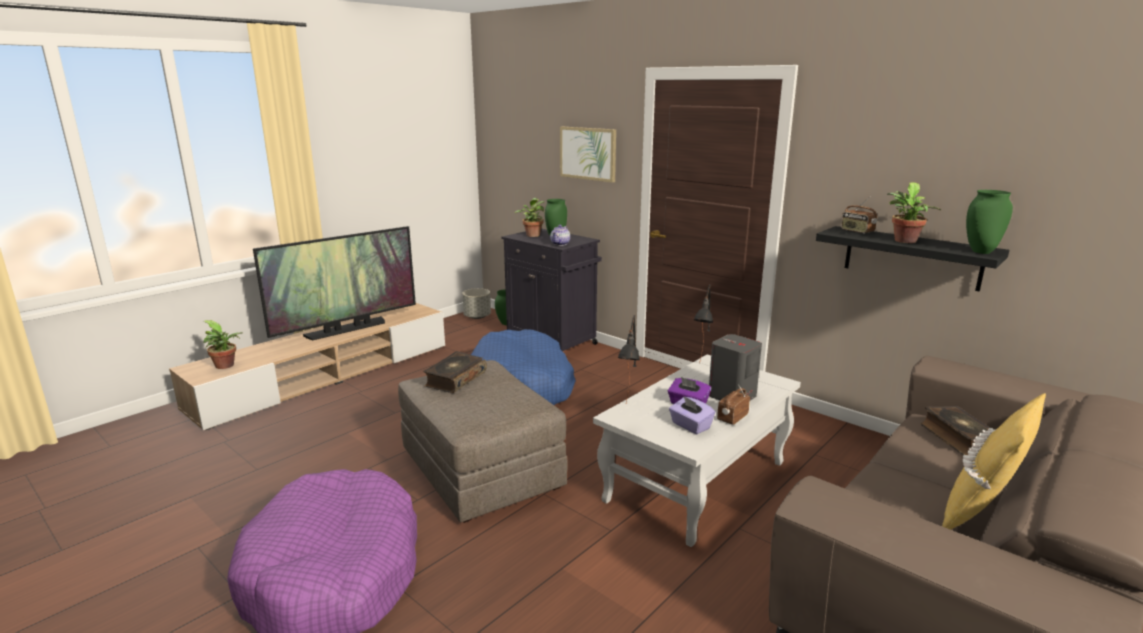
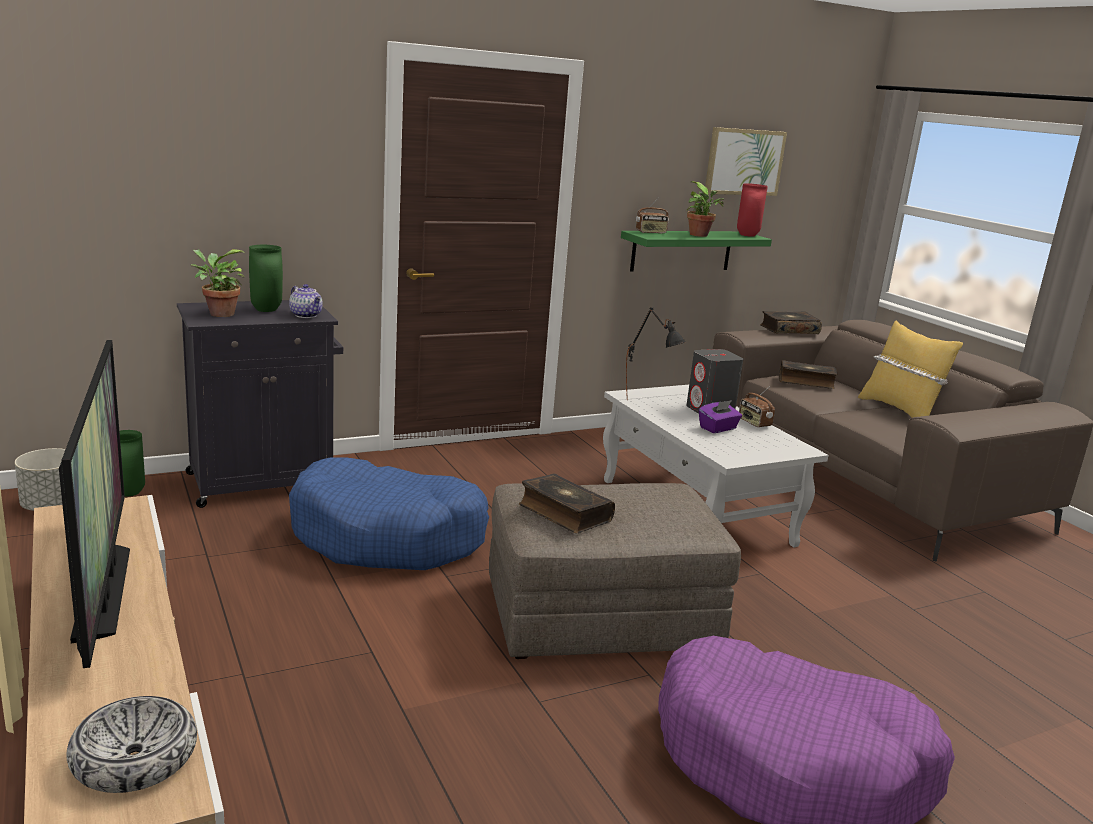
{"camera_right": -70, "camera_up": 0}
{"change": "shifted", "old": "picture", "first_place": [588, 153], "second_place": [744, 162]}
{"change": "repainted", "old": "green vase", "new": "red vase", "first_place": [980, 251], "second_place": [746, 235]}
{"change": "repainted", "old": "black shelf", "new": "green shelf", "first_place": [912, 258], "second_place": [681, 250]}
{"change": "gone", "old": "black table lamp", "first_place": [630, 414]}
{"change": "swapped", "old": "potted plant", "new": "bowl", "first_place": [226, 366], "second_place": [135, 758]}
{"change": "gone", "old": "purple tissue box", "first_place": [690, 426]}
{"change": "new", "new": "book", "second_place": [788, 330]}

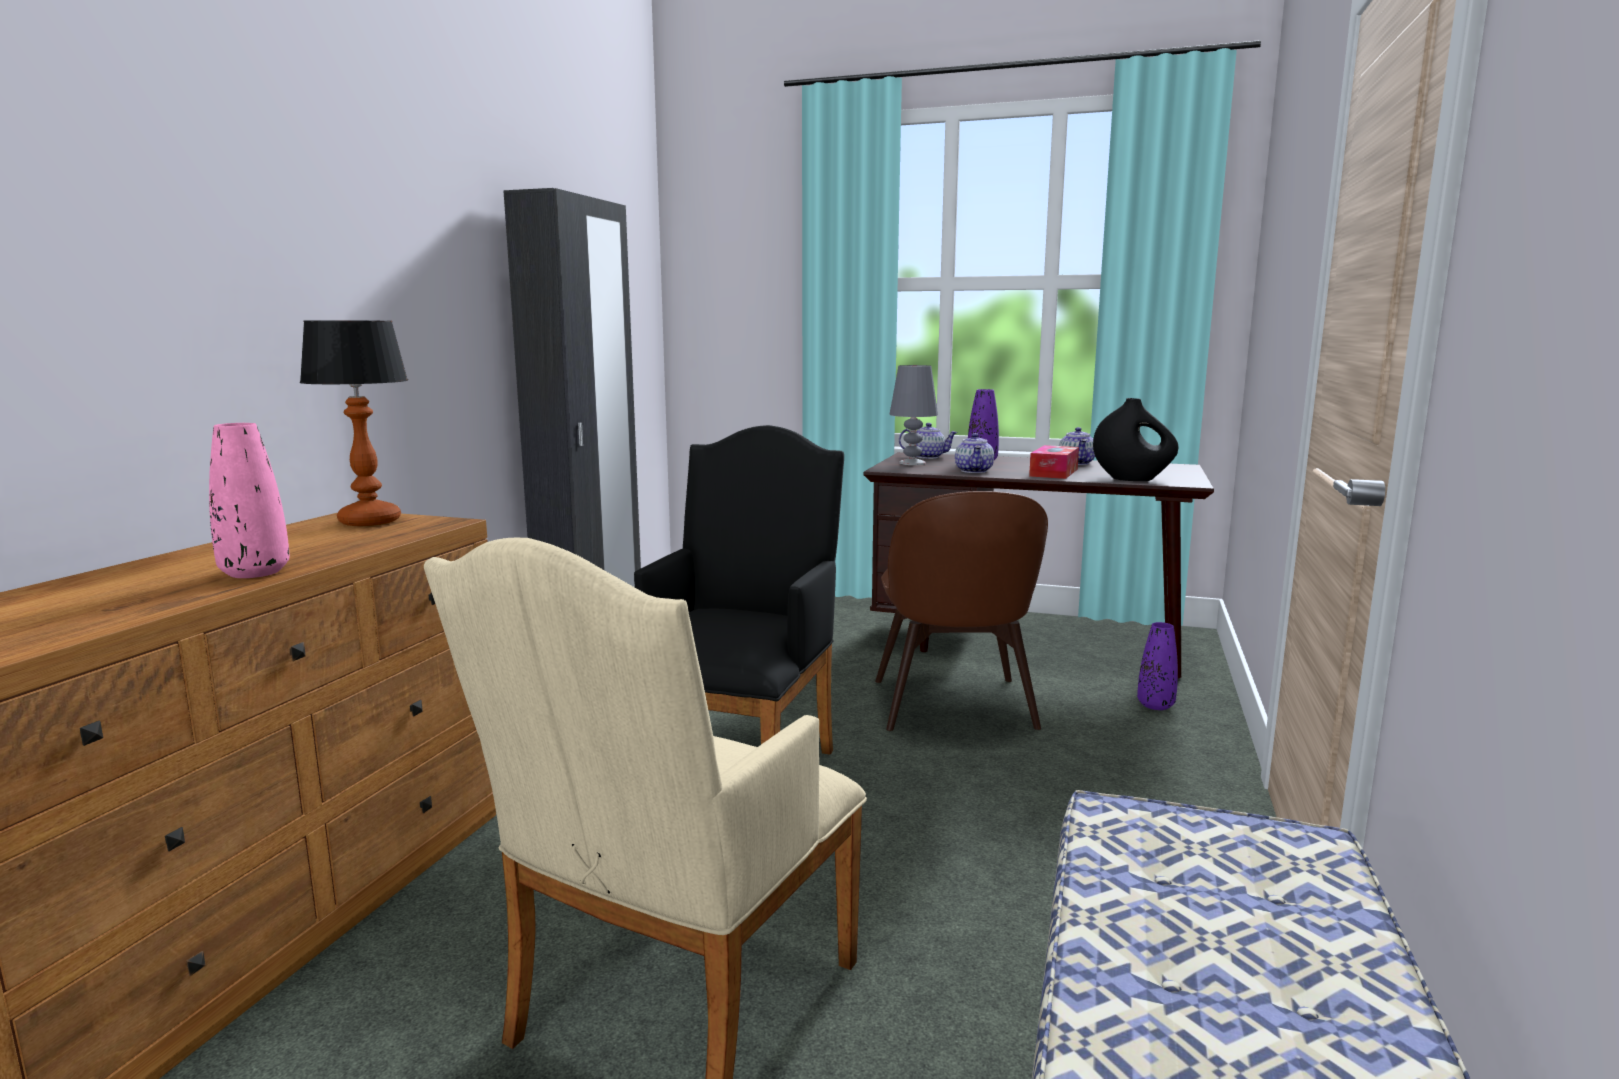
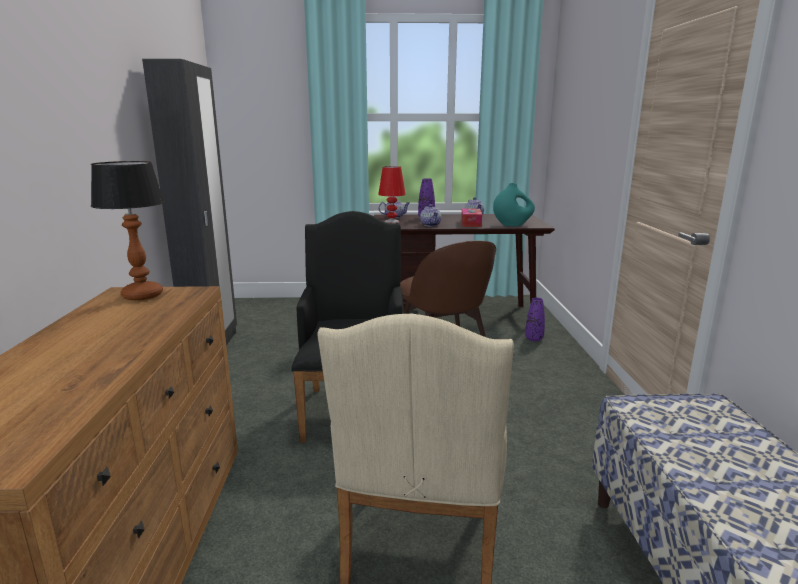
{"camera_right": -20, "camera_up": 5}
{"change": "repainted", "old": "grey table lamp", "new": "red table lamp", "first_place": [912, 463], "second_place": [392, 221]}
{"change": "repainted", "old": "black vase", "new": "turquoise vase", "first_place": [1132, 479], "second_place": [512, 225]}
{"change": "gone", "old": "pink vase", "first_place": [255, 573]}

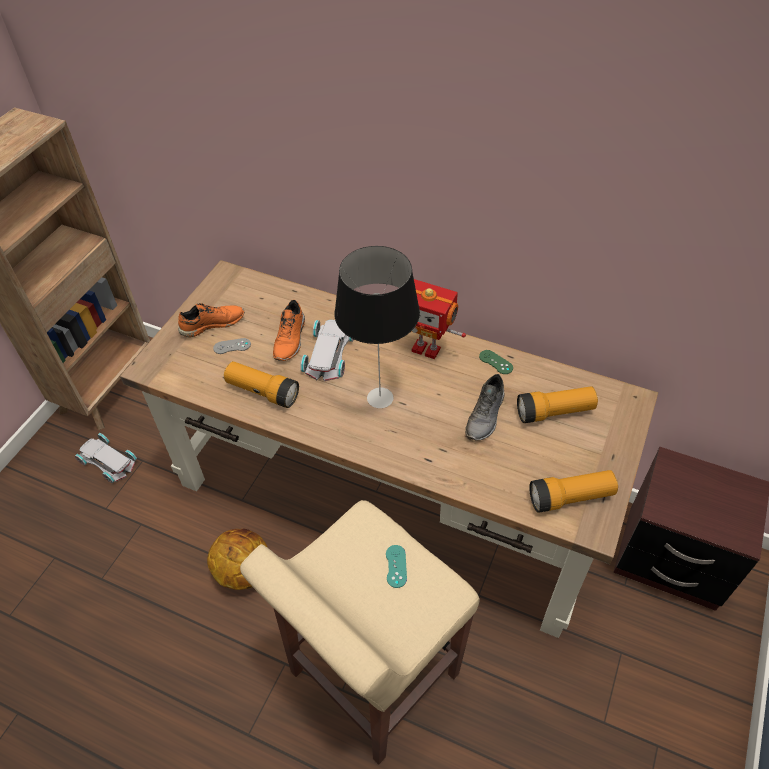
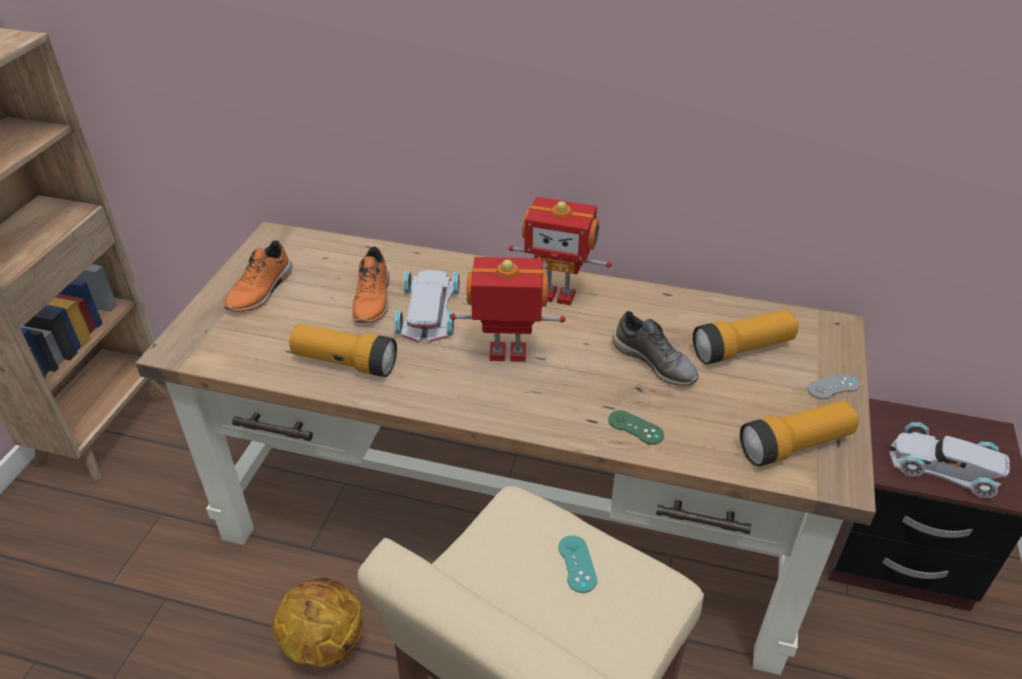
{"camera_right": -10, "camera_up": -10}
{"change": "swapped", "old": "table lamp", "new": "toy robot", "first_place": [379, 398], "second_place": [507, 355]}
{"change": "rotated", "old": "orange shoe", "first_place": [212, 324], "second_place": [262, 291], "degrees": 150}
{"change": "shifted", "old": "grey game controller", "first_place": [232, 346], "second_place": [833, 387]}
{"change": "shifted", "old": "green game controller", "first_place": [496, 362], "second_place": [635, 427]}
{"change": "rotated", "old": "grey shoe", "first_place": [486, 416], "second_place": [655, 362], "degrees": -60}
{"change": "shifted", "old": "white toy car", "first_place": [108, 460], "second_place": [944, 465]}

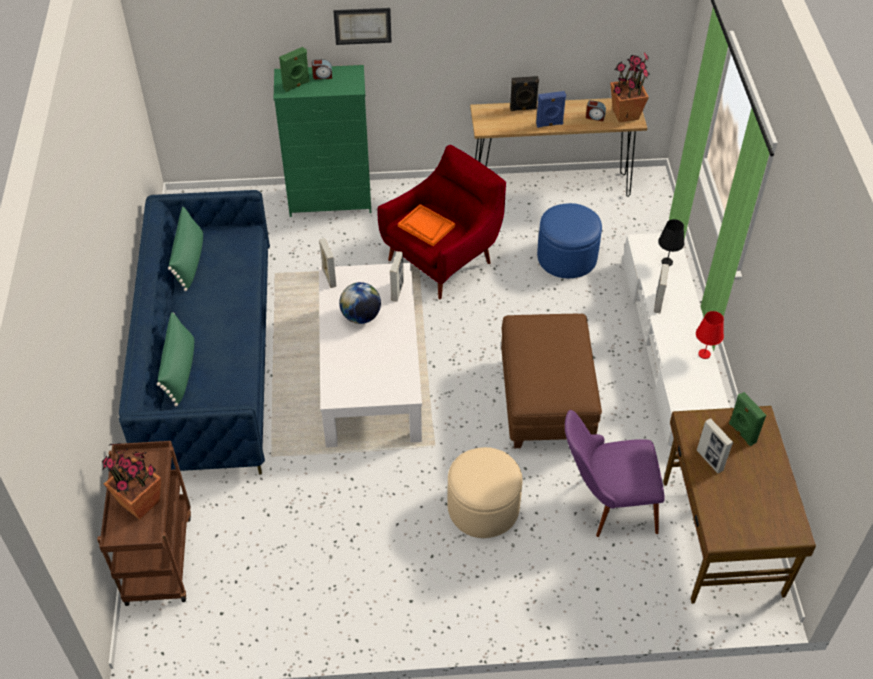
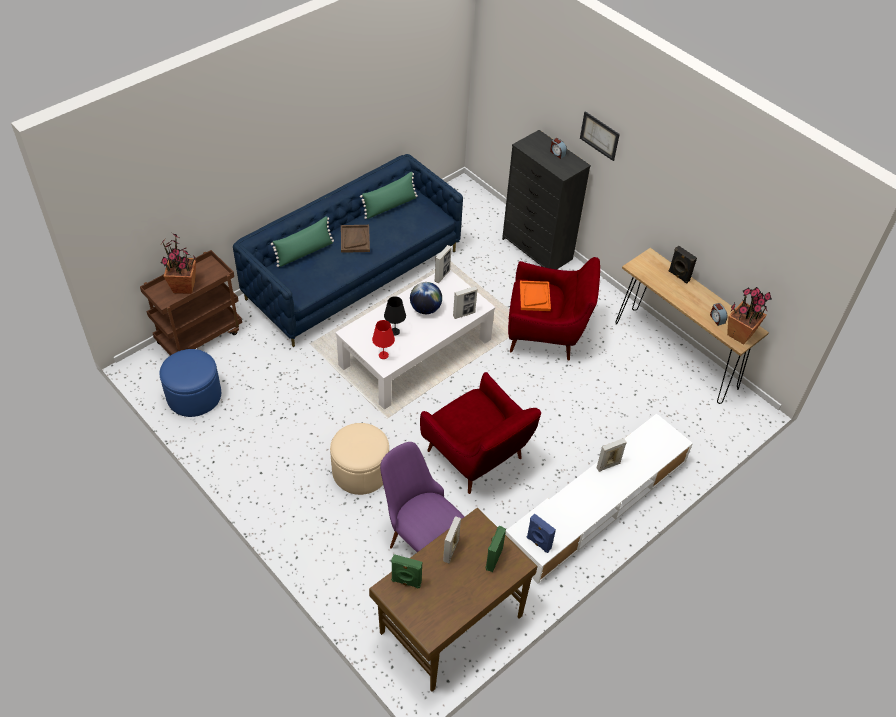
{"camera_right": 50, "camera_up": 0}
{"change": "shifted", "old": "green speaker", "first_place": [297, 85], "second_place": [406, 582]}
{"change": "repainted", "old": "green dresser", "new": "black dresser", "first_place": [331, 200], "second_place": [537, 249]}
{"change": "shifted", "old": "blue speaker", "first_place": [549, 124], "second_place": [538, 543]}
{"change": "shifted", "old": "blue ottoman", "first_place": [567, 257], "second_place": [194, 395]}
{"change": "shifted", "old": "black table lamp", "first_place": [666, 262], "second_place": [394, 331]}
{"change": "shifted", "old": "red table lamp", "first_place": [704, 354], "second_place": [383, 355]}
{"change": "swapped", "old": "brown ottoman", "new": "red armchair", "first_place": [546, 402], "second_place": [477, 458]}
{"change": "new", "new": "brown tray", "second_place": [355, 239]}

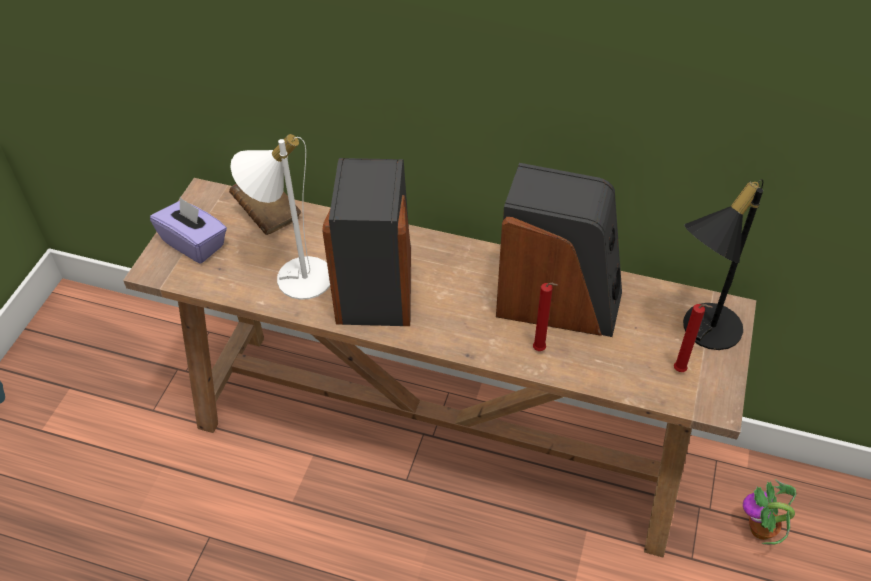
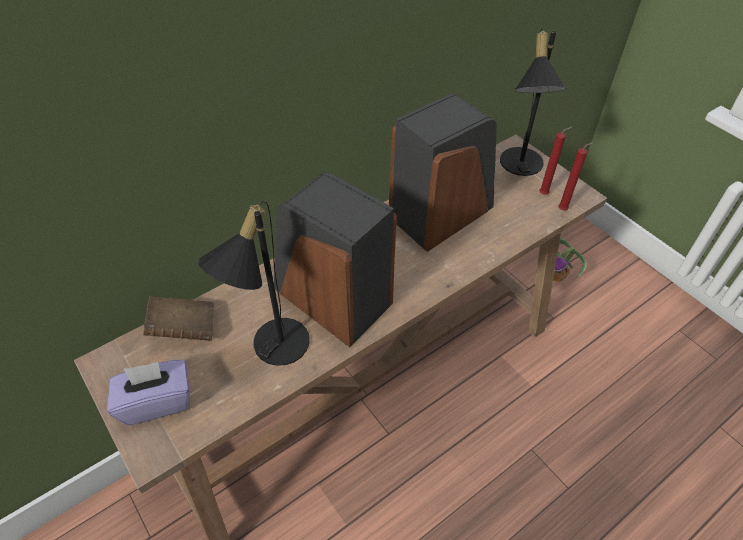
{"camera_right": -55, "camera_up": 0}
{"change": "repainted", "old": "white table lamp", "new": "black table lamp", "first_place": [294, 274], "second_place": [270, 346]}
{"change": "shifted", "old": "red candle", "first_place": [540, 350], "second_place": [564, 209]}

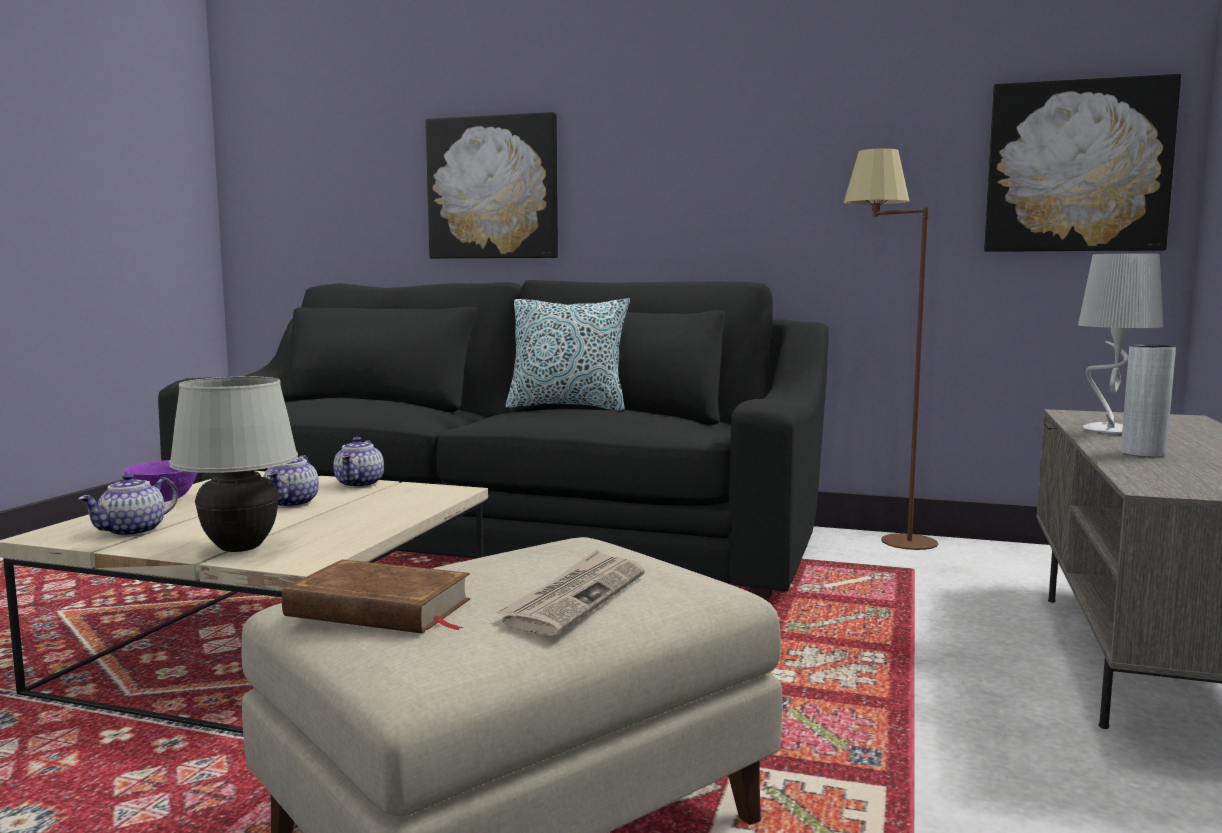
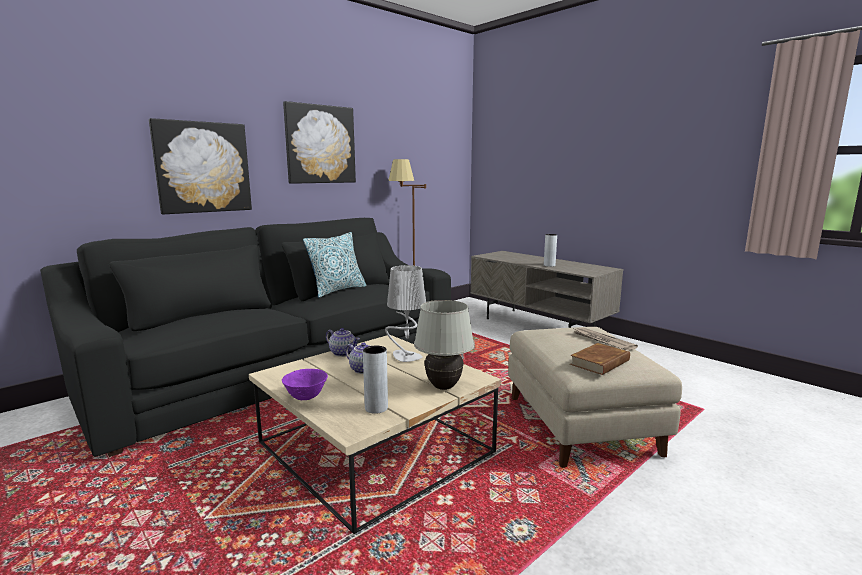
{"camera_right": -60, "camera_up": 5}
{"change": "shifted", "old": "picture", "first_place": [1077, 167], "second_place": [320, 144]}
{"change": "shifted", "old": "grey table lamp", "first_place": [1108, 430], "second_place": [405, 357]}
{"change": "swapped", "old": "teapot", "new": "grey vase", "first_place": [133, 532], "second_place": [376, 408]}

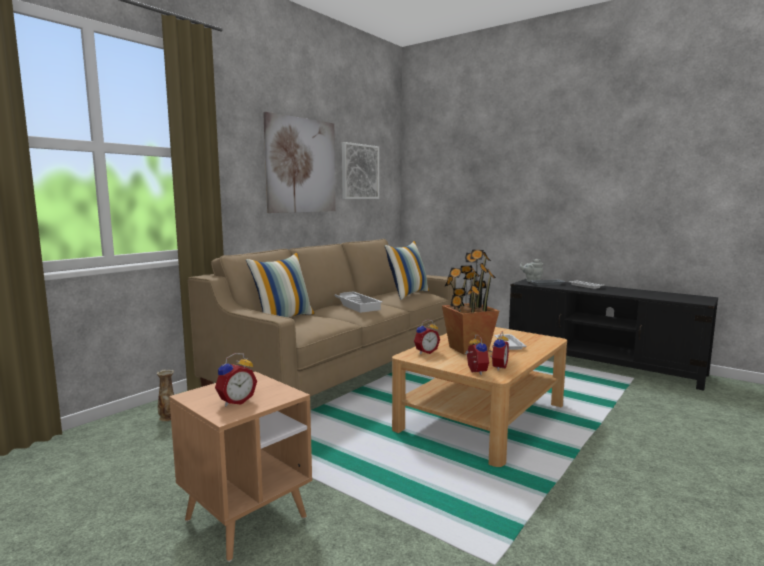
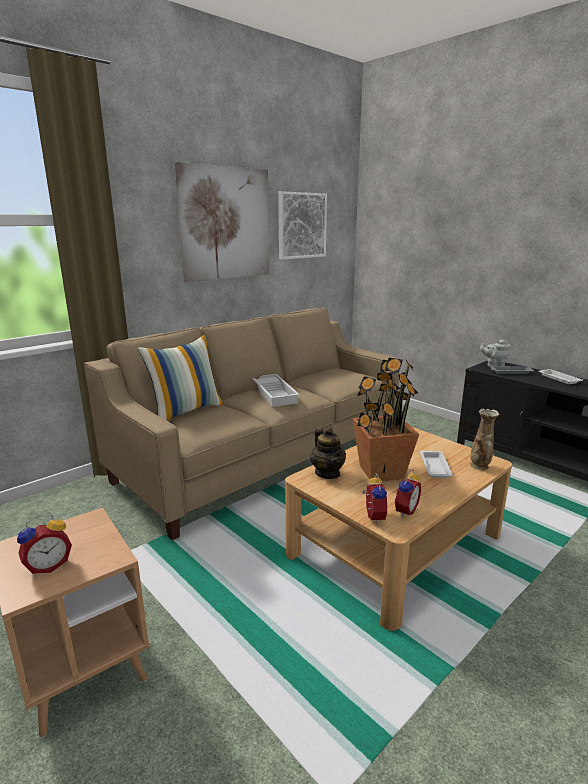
{"camera_right": 10, "camera_up": 10}
{"change": "gone", "old": "pillow", "first_place": [408, 294]}
{"change": "swapped", "old": "alarm clock", "new": "teapot", "first_place": [425, 352], "second_place": [327, 473]}
{"change": "shifted", "old": "vase", "first_place": [167, 418], "second_place": [480, 466]}

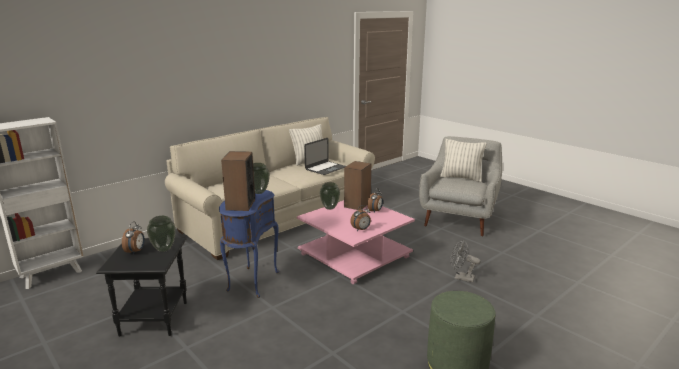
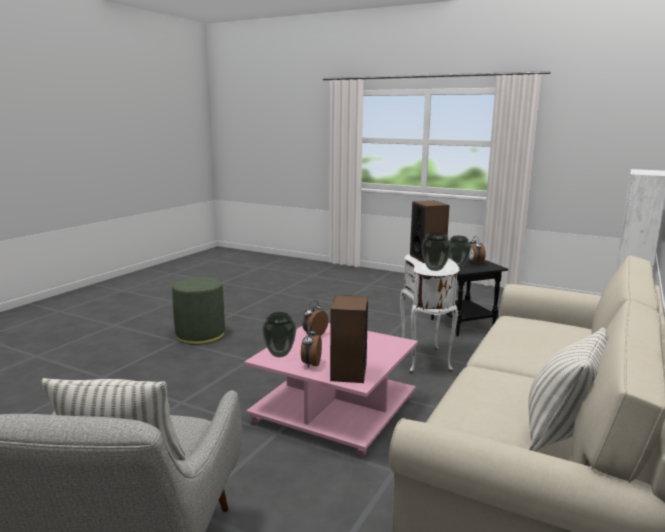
{"camera_right": 160, "camera_up": -5}
{"change": "gone", "old": "laptop", "first_place": [325, 168]}
{"change": "shifted", "old": "vase", "first_place": [329, 208], "second_place": [280, 354]}
{"change": "repainted", "old": "blue side table", "new": "white side table", "first_place": [251, 281], "second_place": [426, 359]}
{"change": "gone", "old": "grey fan", "first_place": [461, 277]}

